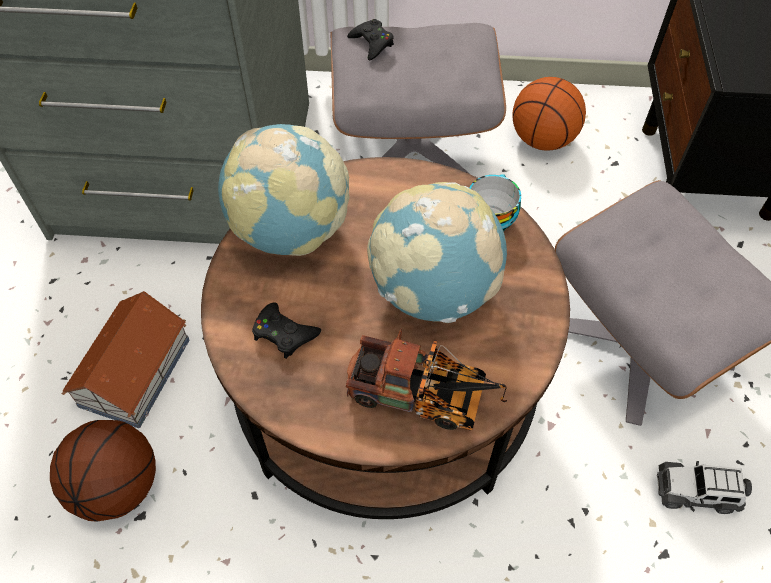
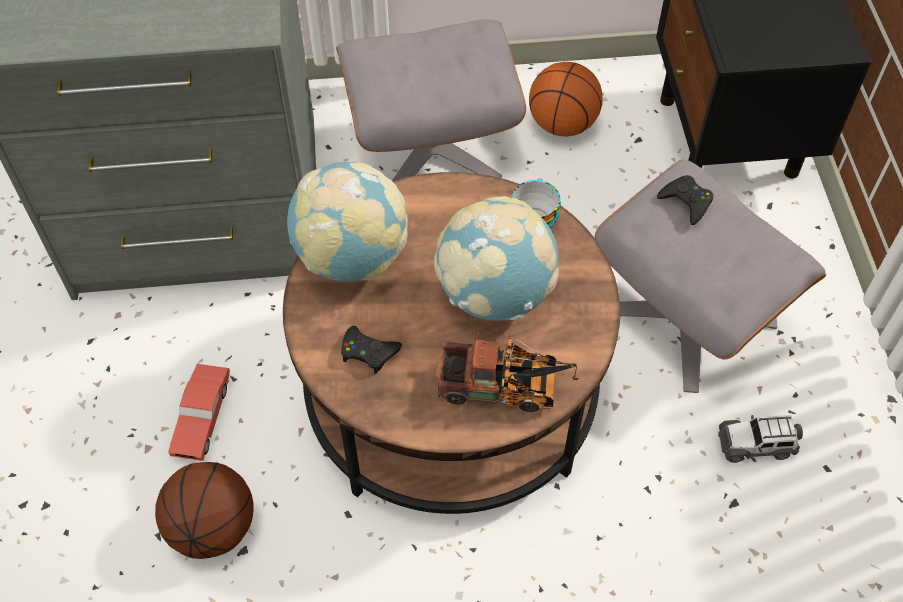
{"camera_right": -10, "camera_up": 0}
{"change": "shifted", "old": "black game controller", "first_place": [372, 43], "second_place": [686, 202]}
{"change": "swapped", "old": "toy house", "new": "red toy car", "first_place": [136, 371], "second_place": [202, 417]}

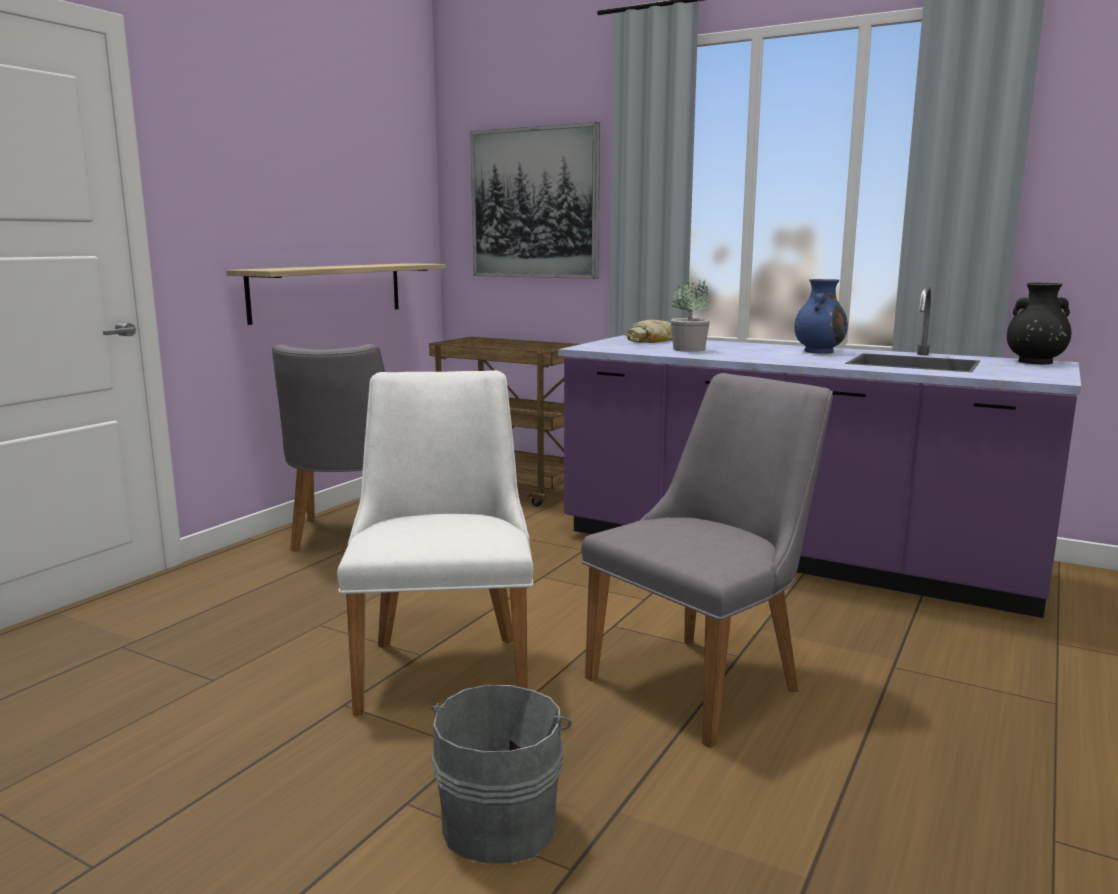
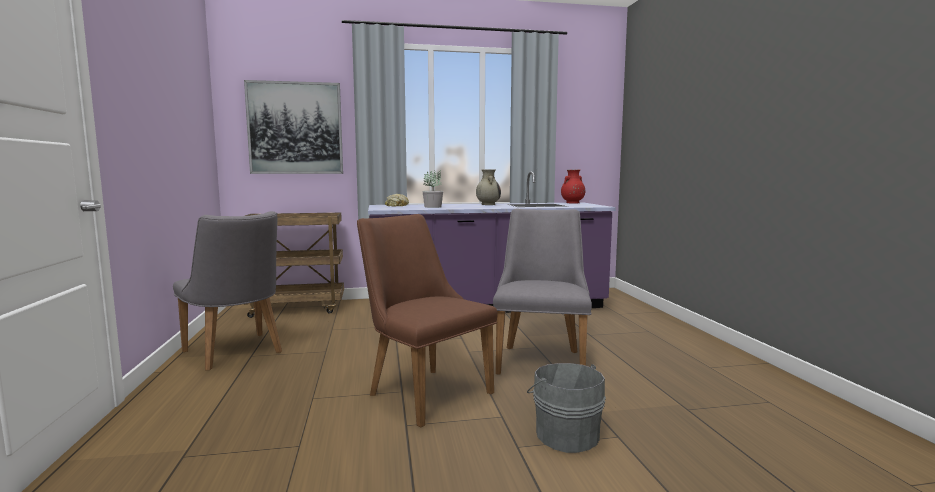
{"camera_right": -40, "camera_up": -5}
{"change": "gone", "old": "shelf", "first_place": [328, 291]}
{"change": "repainted", "old": "blue vase", "new": "beige vase", "first_place": [819, 351], "second_place": [488, 204]}
{"change": "repainted", "old": "black vase", "new": "red vase", "first_place": [1034, 362], "second_place": [572, 203]}
{"change": "repainted", "old": "white chair", "new": "brown chair", "first_place": [445, 663], "second_place": [422, 390]}

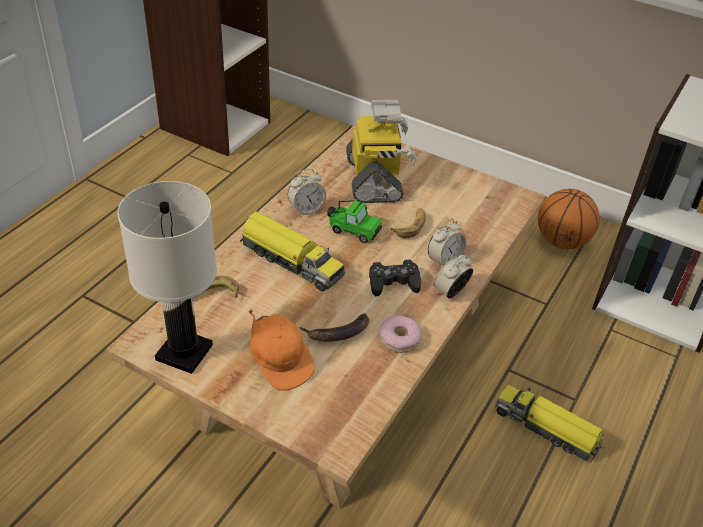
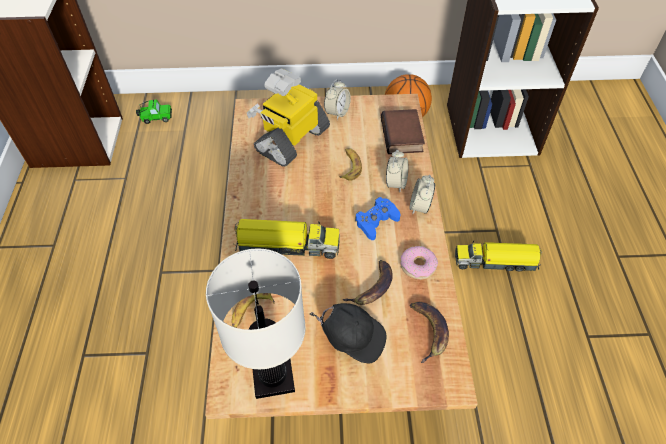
{"camera_right": -30, "camera_up": 10}
{"change": "rotated", "old": "toy robot", "first_place": [375, 179], "second_place": [291, 139], "degrees": -105}
{"change": "shifted", "old": "alarm clock", "first_place": [306, 209], "second_place": [337, 112]}
{"change": "shifted", "old": "toy car", "first_place": [352, 230], "second_place": [155, 118]}
{"change": "repainted", "old": "black game controller", "new": "blue game controller", "first_place": [393, 283], "second_place": [376, 221]}
{"change": "repainted", "old": "orange cap", "new": "black cap", "first_place": [280, 362], "second_place": [352, 338]}
{"change": "new", "new": "book", "second_place": [403, 136]}
{"change": "new", "new": "banana", "second_place": [428, 331]}

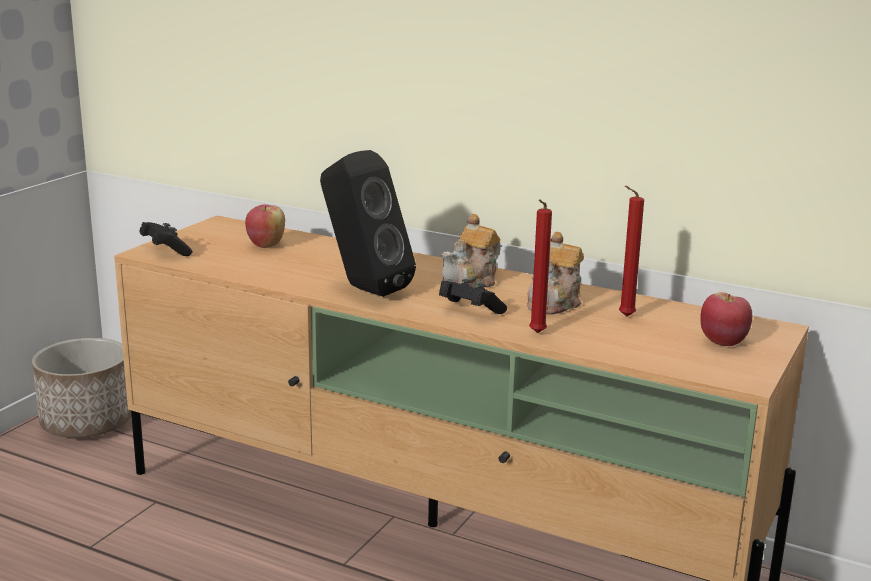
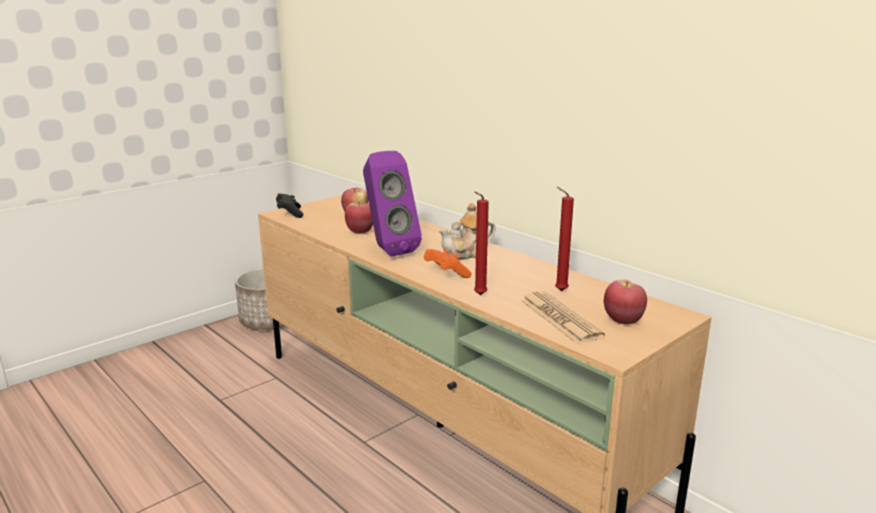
{"camera_right": 20, "camera_up": 0}
{"change": "repainted", "old": "black speaker", "new": "purple speaker", "first_place": [363, 289], "second_place": [388, 250]}
{"change": "gone", "old": "teapot", "first_place": [555, 303]}
{"change": "repainted", "old": "black game controller", "new": "orange game controller", "first_place": [469, 311], "second_place": [446, 273]}
{"change": "new", "new": "apple", "second_place": [360, 231]}
{"change": "new", "new": "newspaper", "second_place": [560, 318]}

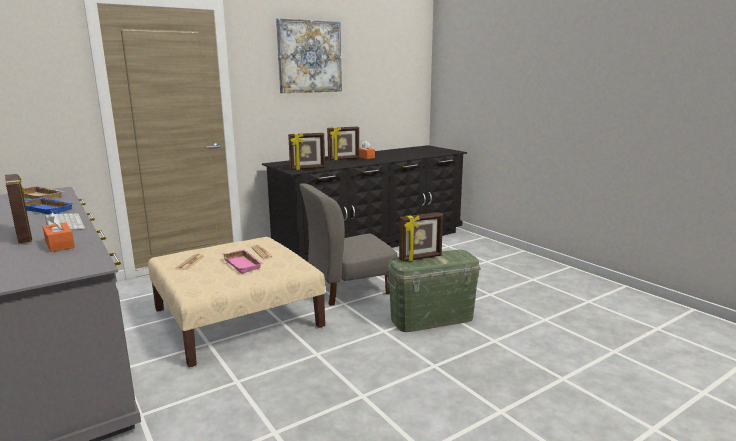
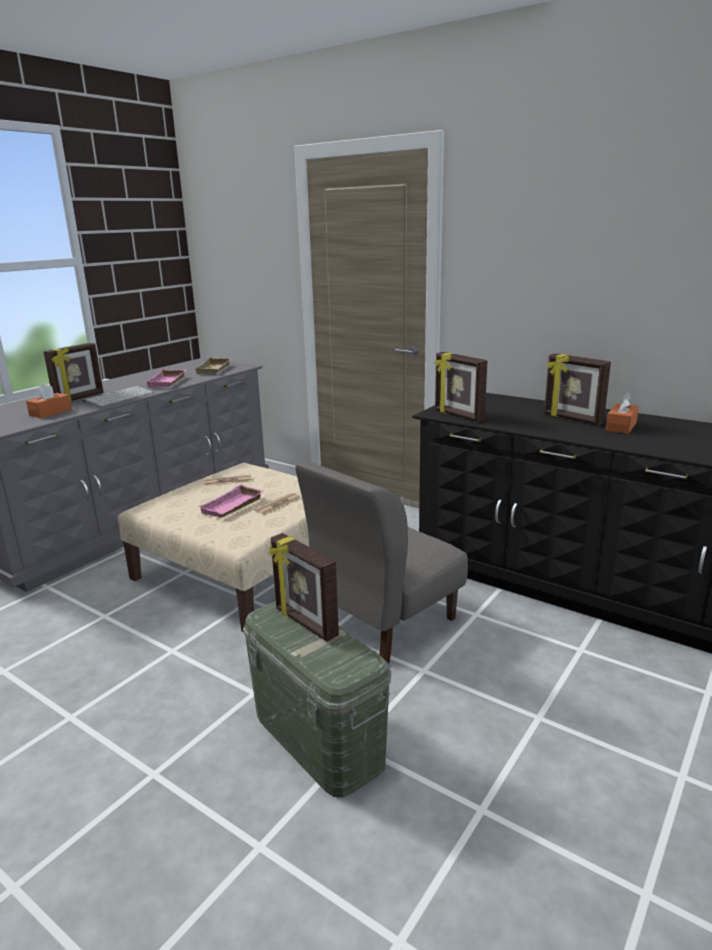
{"camera_right": 70, "camera_up": 5}
{"change": "gone", "old": "picture", "first_place": [309, 57]}
{"change": "rotated", "old": "grey chair", "first_place": [348, 288], "second_place": [384, 622], "degrees": -90}
{"change": "repainted", "old": "blue tray", "new": "pink tray", "first_place": [49, 209], "second_place": [168, 382]}

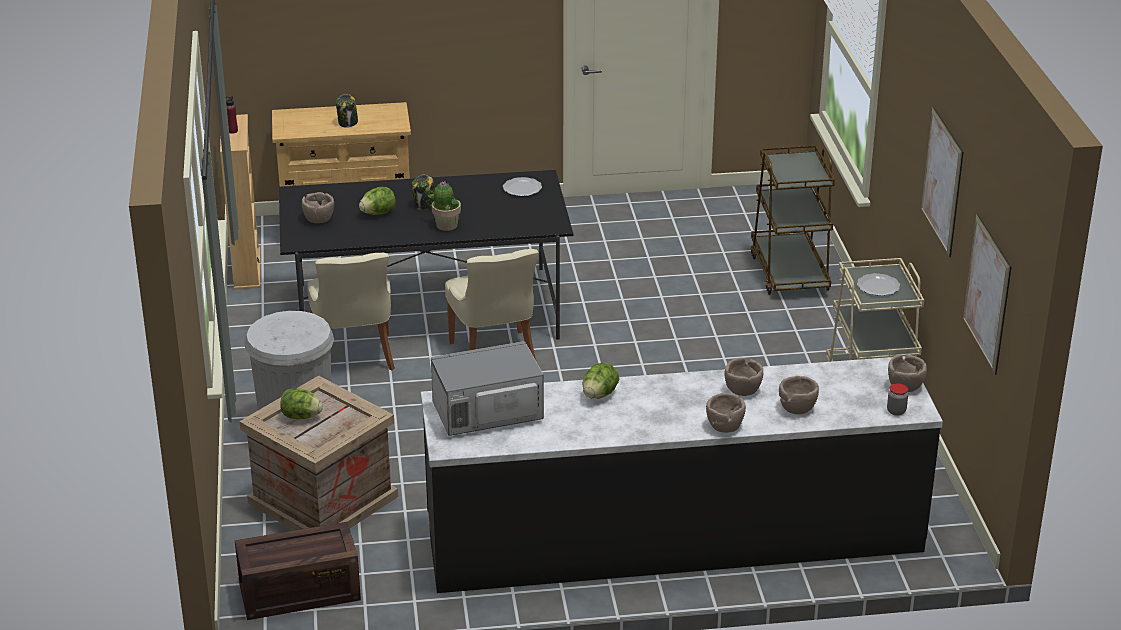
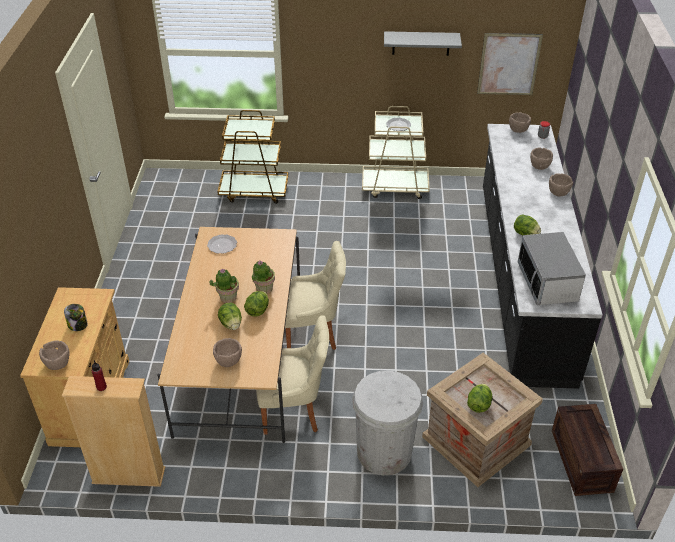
{"camera_right": -80, "camera_up": 10}
{"change": "swapped", "old": "picture", "new": "grey shelf", "first_place": [942, 181], "second_place": [421, 43]}
{"change": "repainted", "old": "black dining table", "new": "beige dining table", "first_place": [427, 311], "second_place": [241, 363]}
{"change": "swapped", "old": "jar", "new": "potted plant", "first_place": [424, 205], "second_place": [228, 297]}
{"change": "shifted", "old": "brown bowl", "first_place": [742, 390], "second_place": [58, 364]}
{"change": "new", "new": "lettuce", "second_place": [257, 310]}

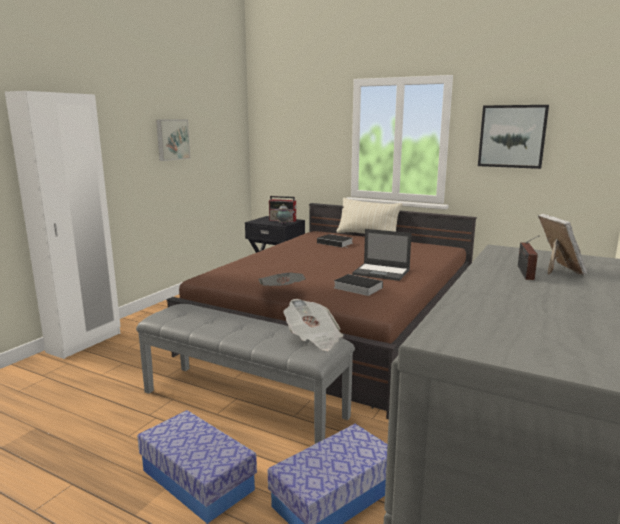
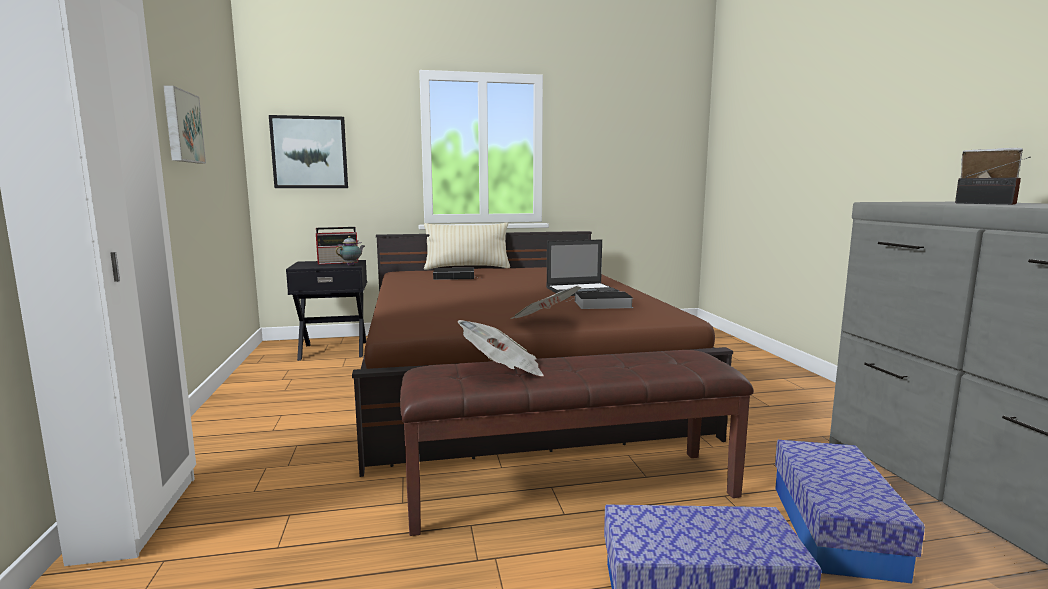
{"camera_right": -40, "camera_up": -5}
{"change": "shifted", "old": "picture", "first_place": [512, 136], "second_place": [309, 152]}
{"change": "shifted", "old": "newspaper", "first_place": [313, 339], "second_place": [502, 370]}
{"change": "repainted", "old": "grey bench", "new": "brown bench", "first_place": [244, 403], "second_place": [571, 488]}

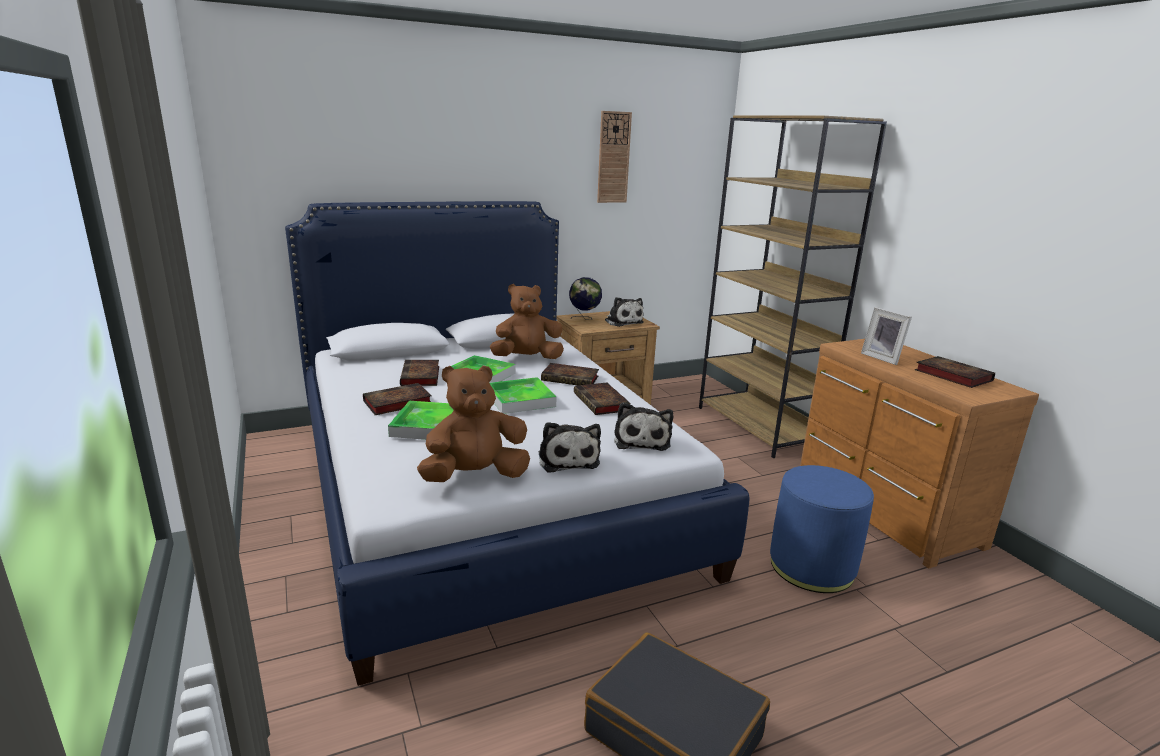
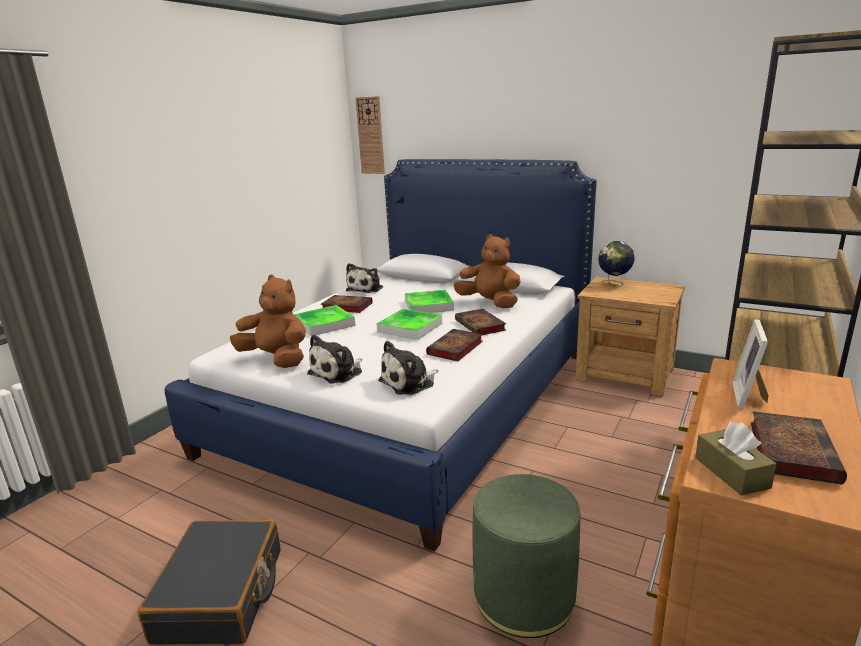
{"camera_right": 55, "camera_up": 0}
{"change": "shifted", "old": "wall clock", "first_place": [613, 157], "second_place": [370, 136]}
{"change": "shifted", "old": "plush toy", "first_place": [622, 322], "second_place": [366, 289]}
{"change": "gone", "old": "book", "first_place": [421, 377]}
{"change": "repainted", "old": "blue ottoman", "new": "green ottoman", "first_place": [812, 567], "second_place": [524, 596]}
{"change": "new", "new": "brown tissue box", "second_place": [731, 472]}

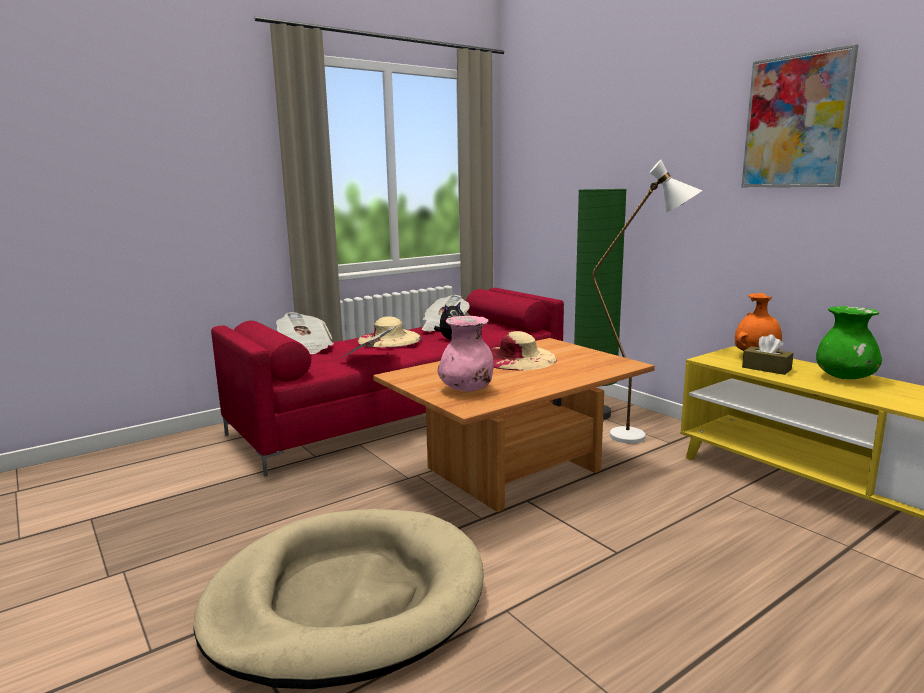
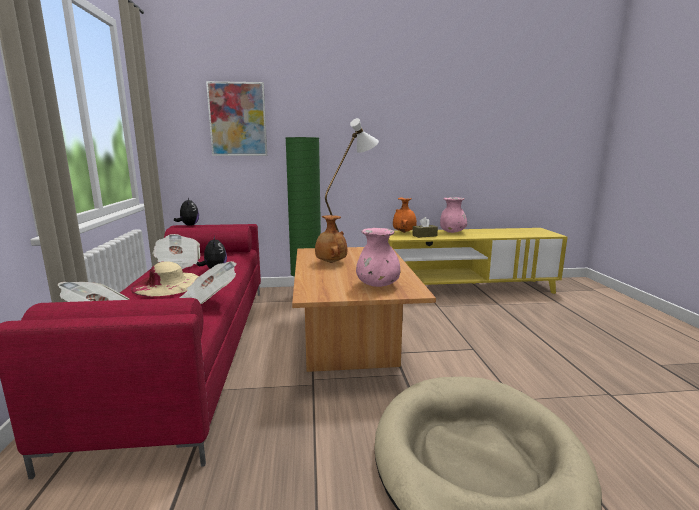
{"camera_right": -60, "camera_up": 0}
{"change": "shifted", "old": "picture", "first_place": [796, 122], "second_place": [238, 119]}
{"change": "repainted", "old": "green vase", "new": "pink vase", "first_place": [845, 378], "second_place": [452, 232]}
{"change": "swapped", "old": "beige hat", "new": "brown vase", "first_place": [517, 359], "second_place": [330, 263]}
{"change": "new", "new": "plush toy", "second_place": [189, 225]}

